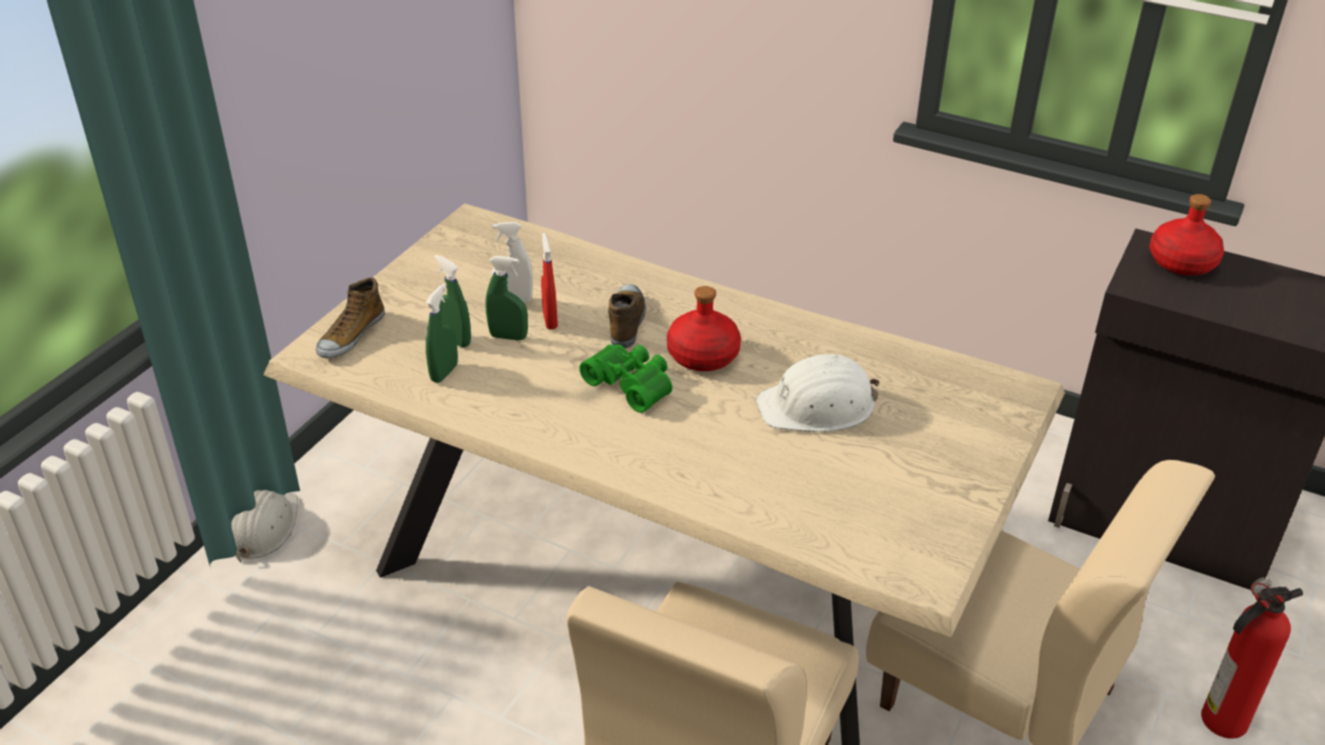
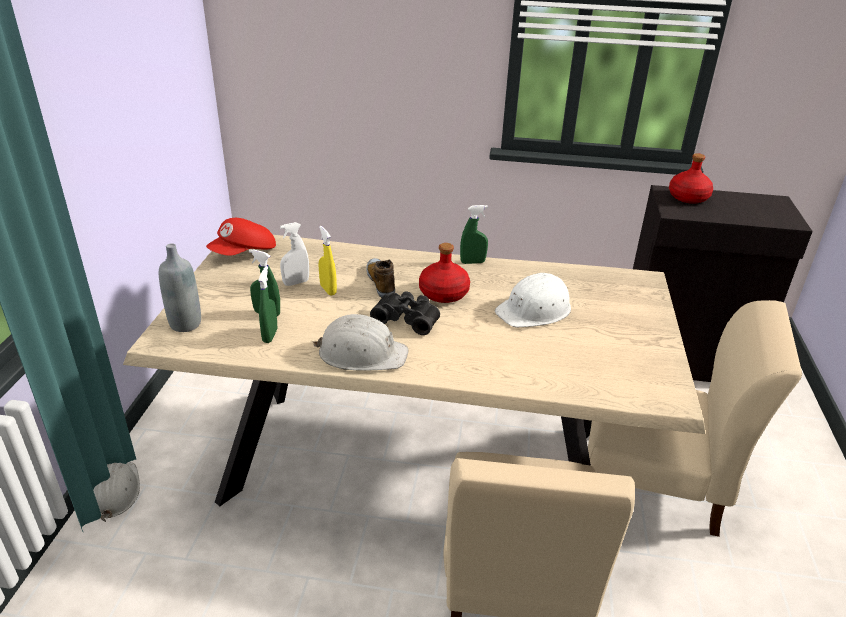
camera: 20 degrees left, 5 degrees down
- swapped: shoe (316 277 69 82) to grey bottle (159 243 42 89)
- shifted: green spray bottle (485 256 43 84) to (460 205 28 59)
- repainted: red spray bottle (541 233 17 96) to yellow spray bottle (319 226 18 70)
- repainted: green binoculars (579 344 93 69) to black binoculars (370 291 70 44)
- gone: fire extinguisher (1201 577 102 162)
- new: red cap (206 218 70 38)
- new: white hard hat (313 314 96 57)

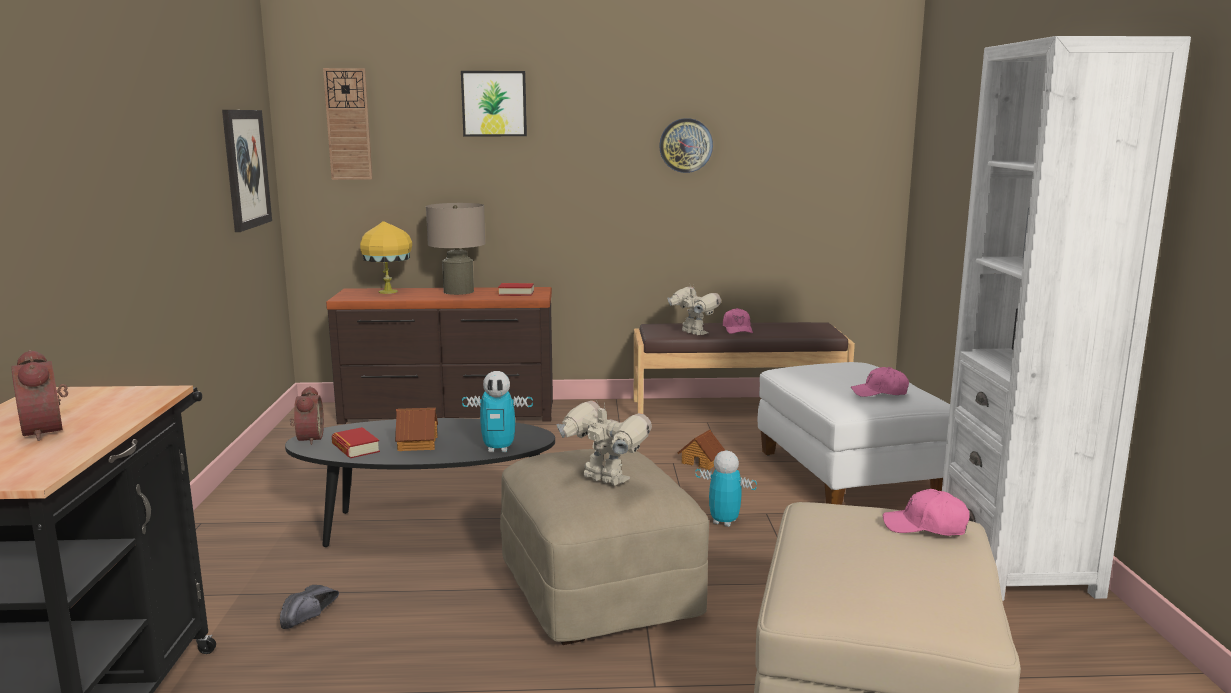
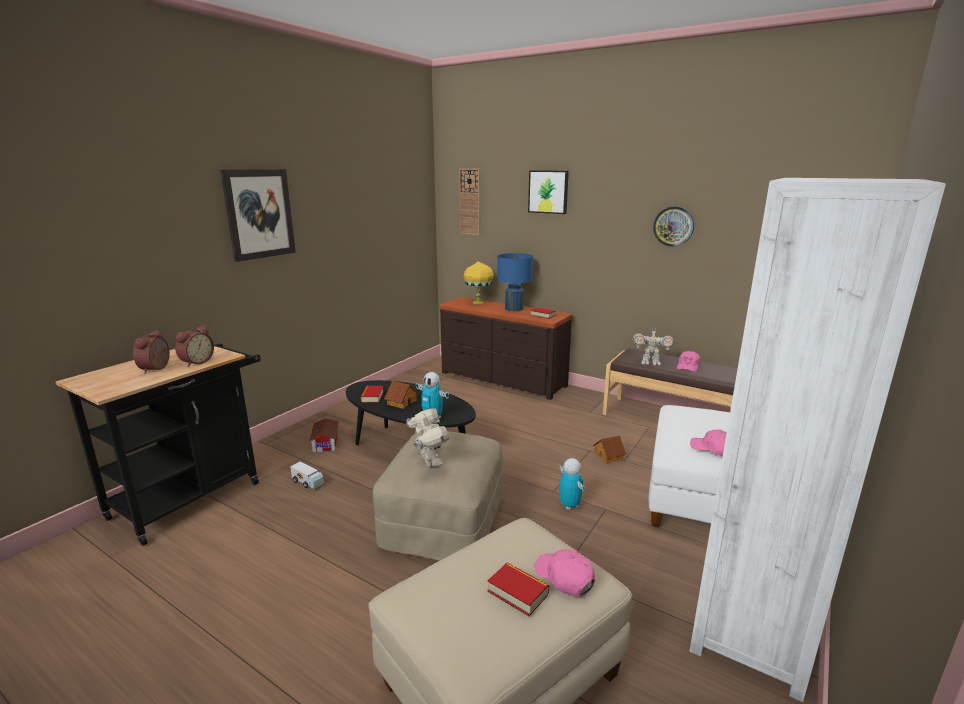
camera: 35 degrees right, 5 degrees up
- shifted: picture (222 110 50 122) to (220 169 76 93)
- swapped: black shoe (280 585 59 44) to toy truck (290 462 34 27)
- shifted: alarm clock (290 386 34 59) to (175 325 39 42)
- repainted: beige table lamp (426 203 60 92) to blue table lamp (497 253 36 58)
- rotated: toy robot (667 284 54 51) = (633 330 41 35) 105 degrees clockwise
- new: toy house (309 418 30 34)
- new: book (487 563 62 53)

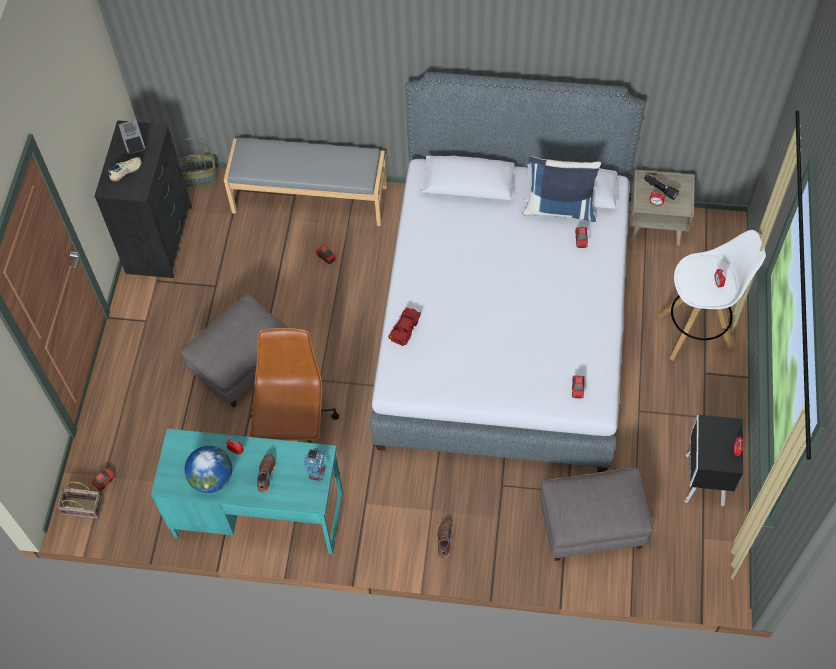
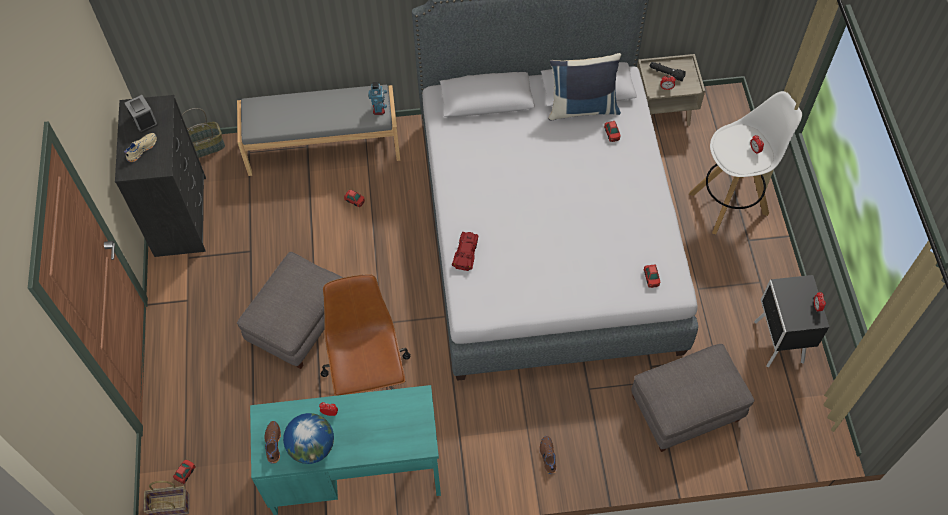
camera: 15 degrees left, 0 degrees up
- shifted: brown shoe (257 453 18 40) to (264 421 17 43)
- shifted: toy robot (304 448 25 33) to (368 82 19 33)

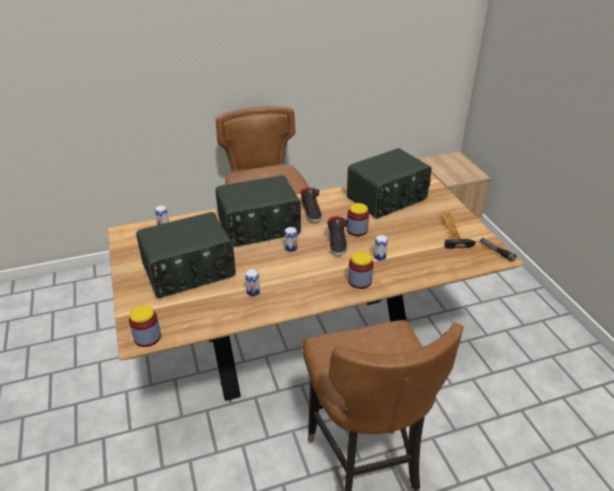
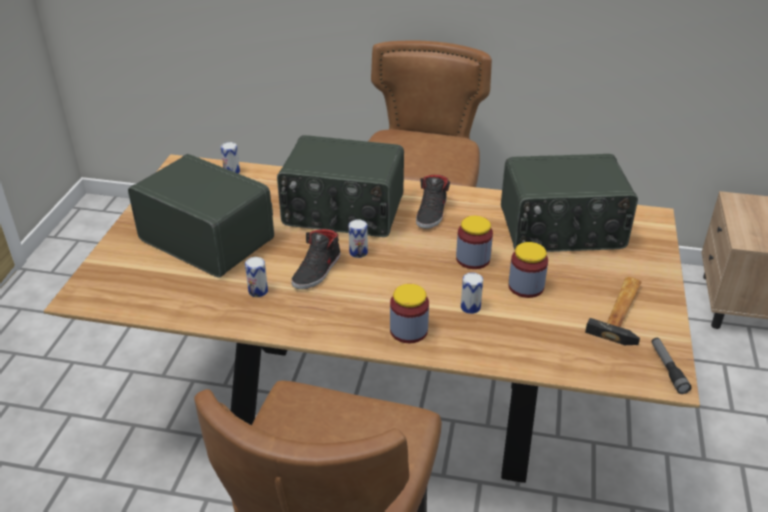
camera: 30 degrees right, 0 degrees up
- shifted: jar (129 305 32 42) to (508 242 40 56)
- rotated: radio (136 212 100 86) = (128 154 146 124) 150 degrees counterclockwise
- shifted: black shoe (327 216 21 40) to (291 229 50 60)

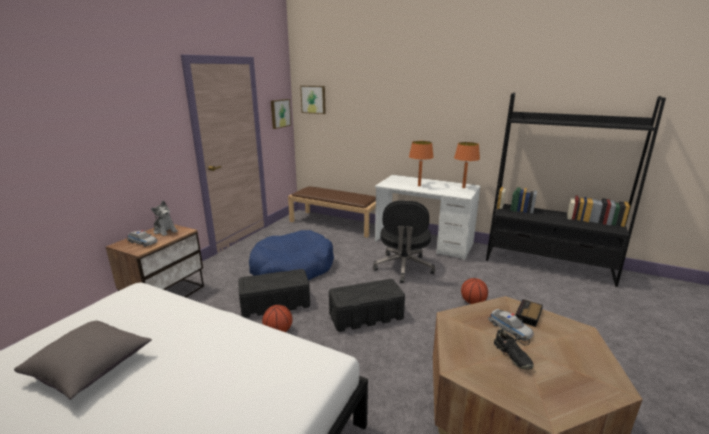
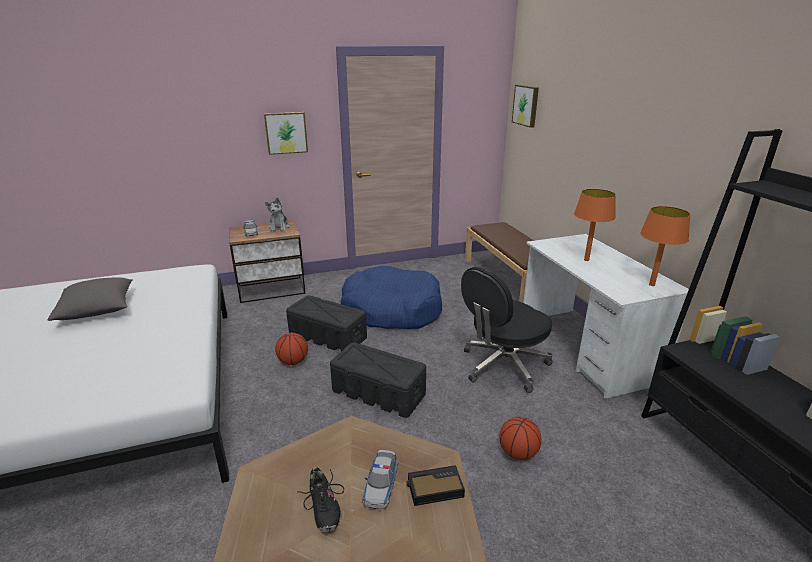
camera: 45 degrees right, 5 degrees up
- shifted: picture (271 99 20 30) to (264 112 44 43)
- rotated: black shoe (494 328 40 42) = (297 467 47 66) 45 degrees counterclockwise

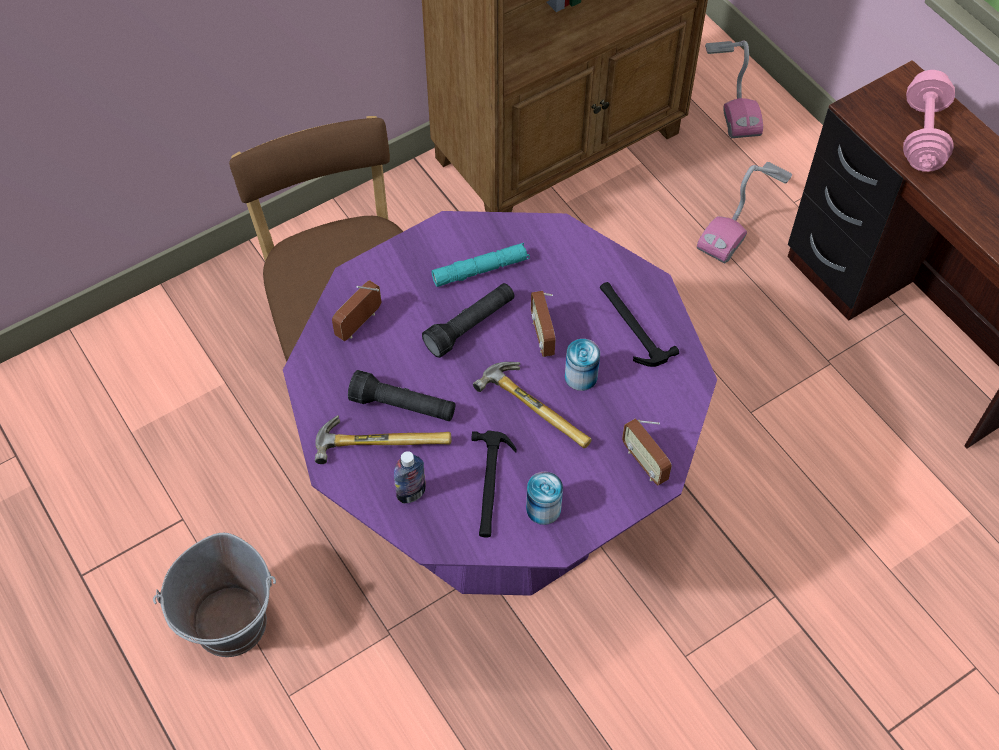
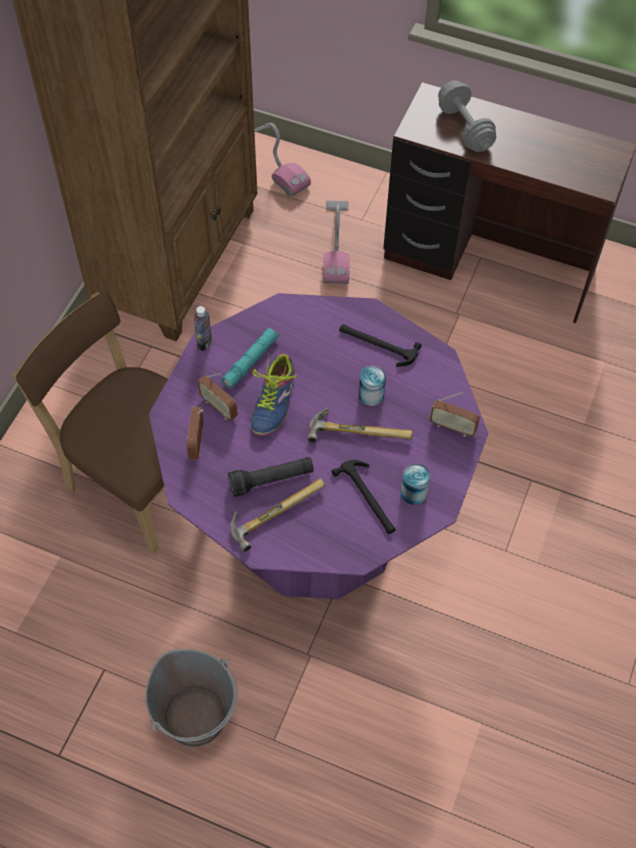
camera: 35 degrees left, 0 degrees up
- shifted: bottle (394 451 32 52) to (194 306 18 45)
- swapped: black flashlight (422 283 92 75) to shoe (251 353 45 83)
- shifted: radio (531 291 25 66) to (198 373 40 48)
- repainted: pink dumbbell (903 70 52 102) to grey dumbbell (438 80 58 72)

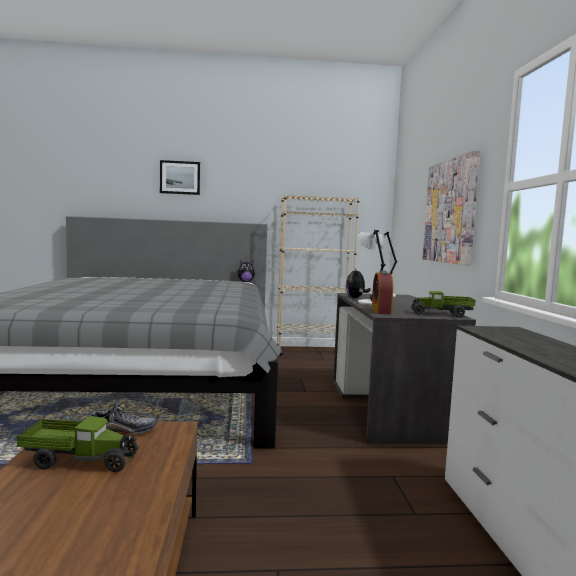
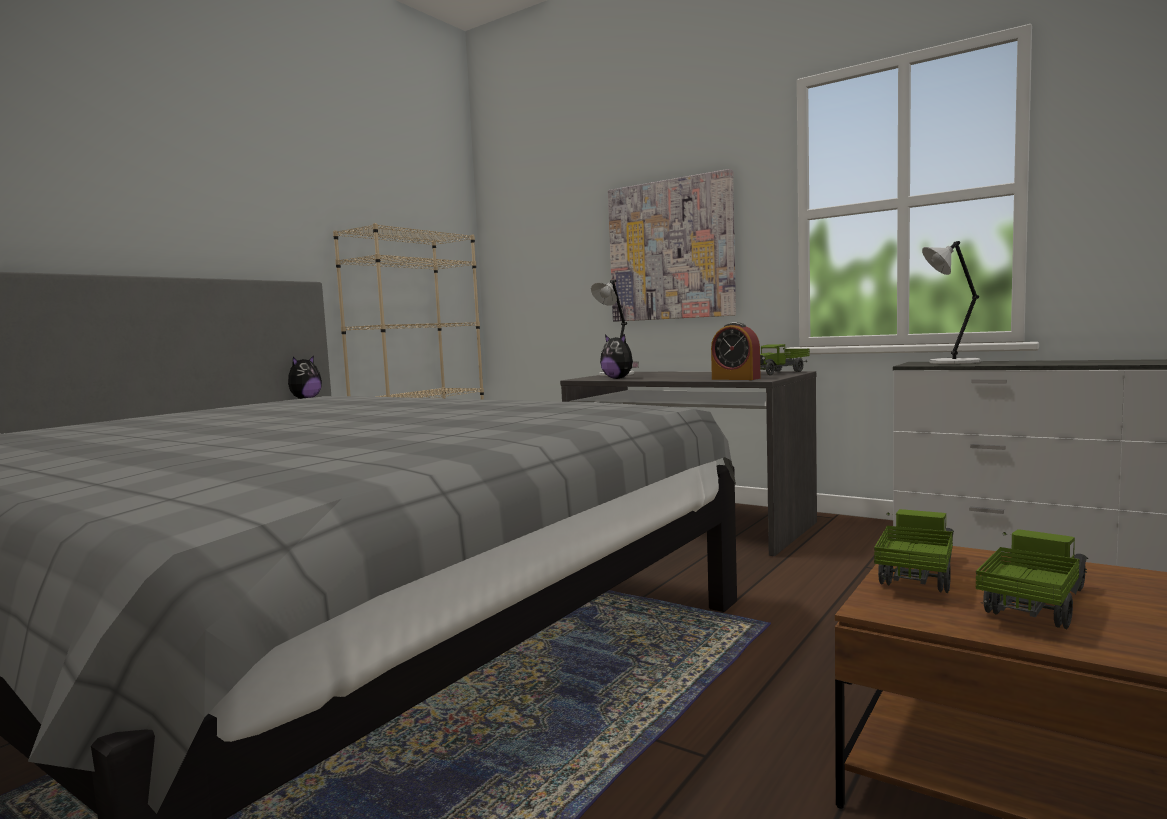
camera: 50 degrees left, 0 degrees up
- swapped: shoe (91 400 66 34) to toy truck (874 509 80 84)
- gone: picture (160 160 40 35)
- shifted: grey table lamp (358 230 28 75) to (922 241 59 123)

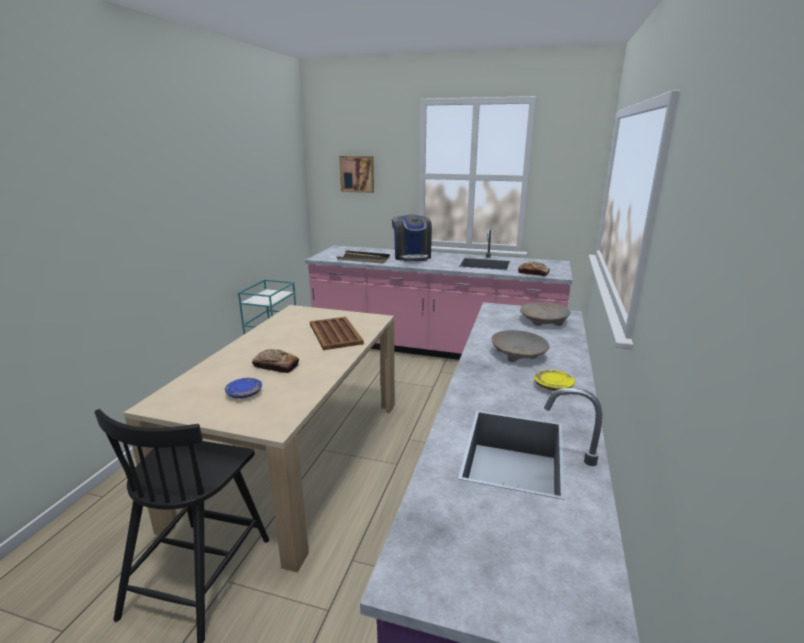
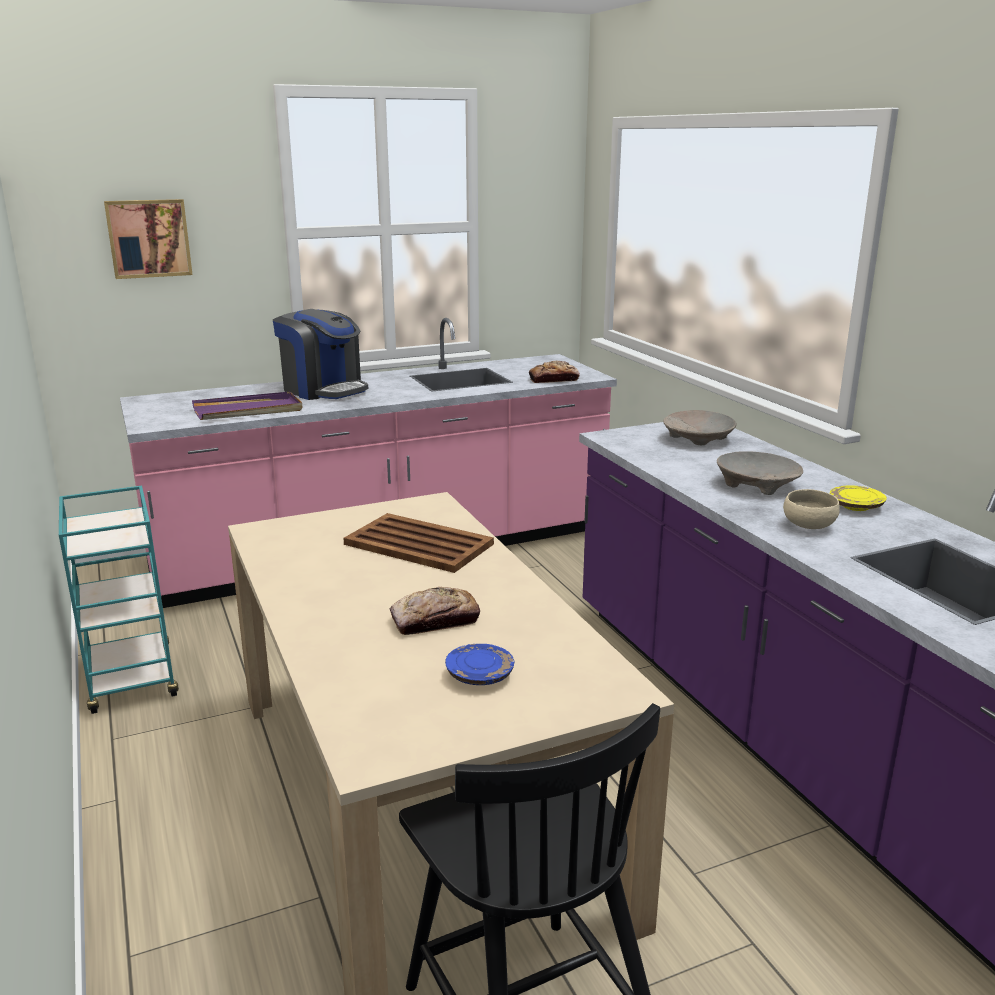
camera: 40 degrees left, 0 degrees up
- repainted: black tray (337 251 53 13) to purple tray (192 392 111 28)
- new: beige bowl (783 489 57 40)

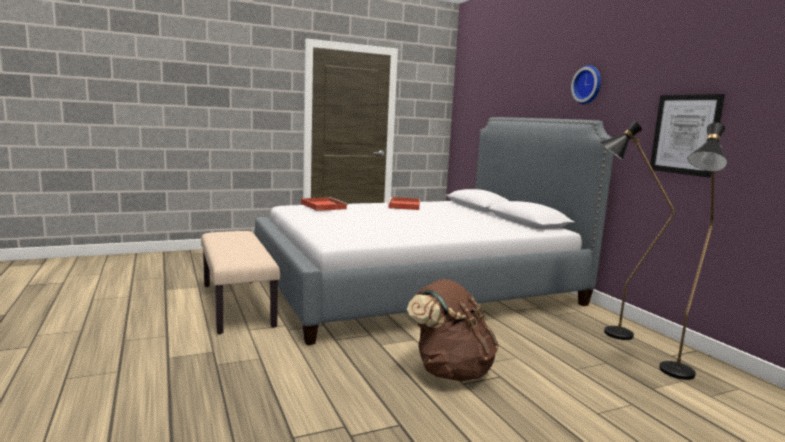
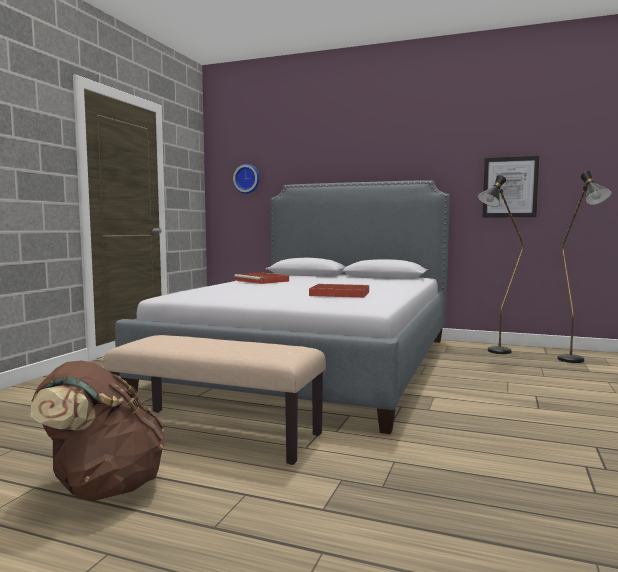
camera: 45 degrees left, 5 degrees down
- shifted: red tray (301 197 47 14) to (309 284 60 14)
- shifted: brown backpack (407 279 92 102) to (30 360 135 141)
- shifted: wall clock (571 65 30 39) to (233 164 27 30)

